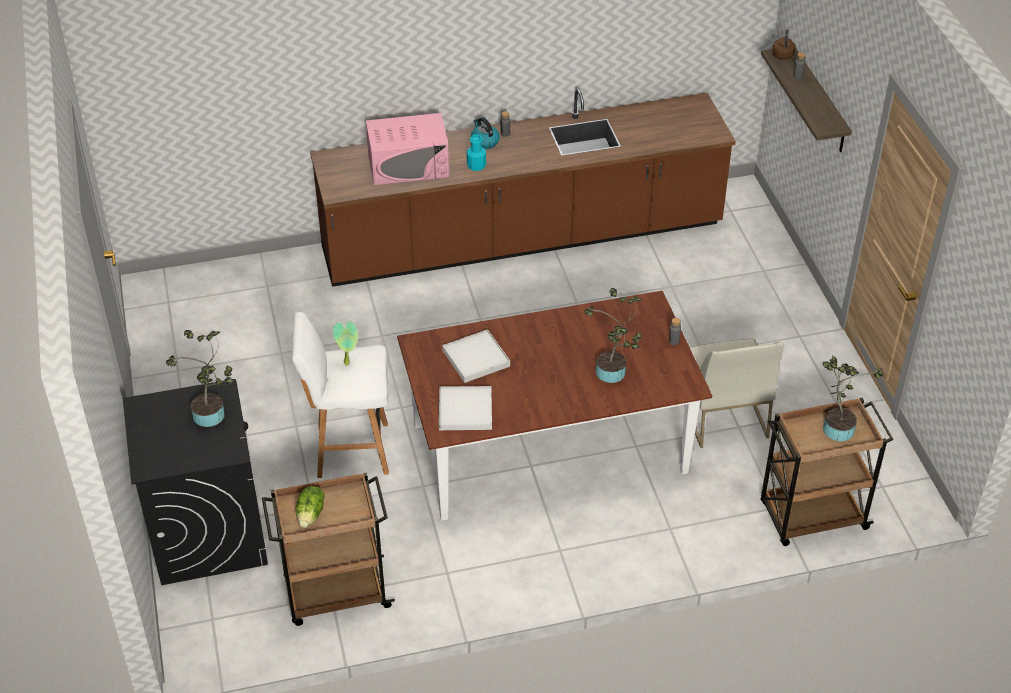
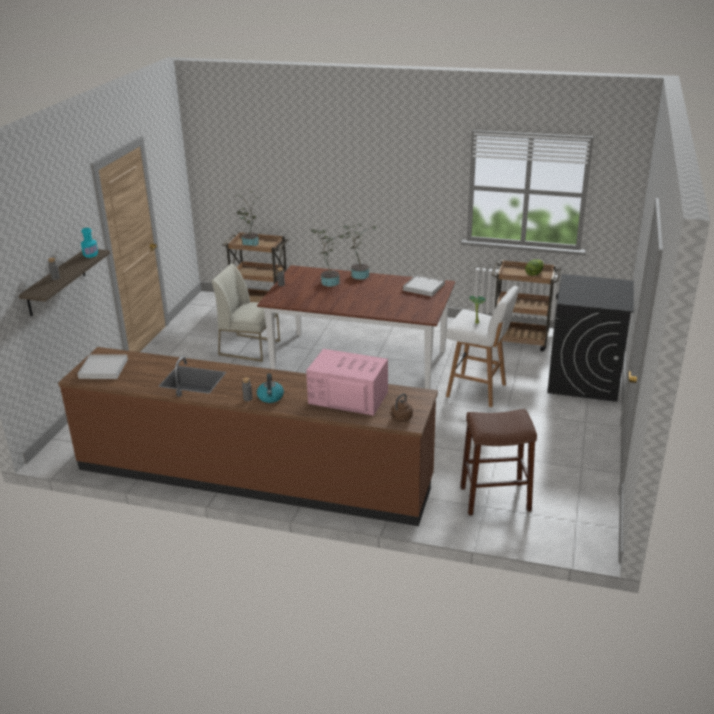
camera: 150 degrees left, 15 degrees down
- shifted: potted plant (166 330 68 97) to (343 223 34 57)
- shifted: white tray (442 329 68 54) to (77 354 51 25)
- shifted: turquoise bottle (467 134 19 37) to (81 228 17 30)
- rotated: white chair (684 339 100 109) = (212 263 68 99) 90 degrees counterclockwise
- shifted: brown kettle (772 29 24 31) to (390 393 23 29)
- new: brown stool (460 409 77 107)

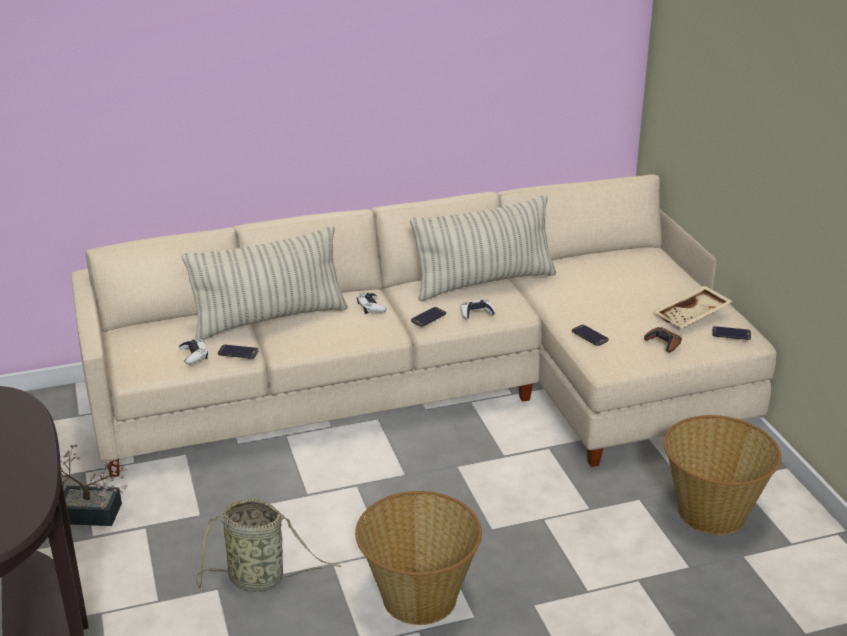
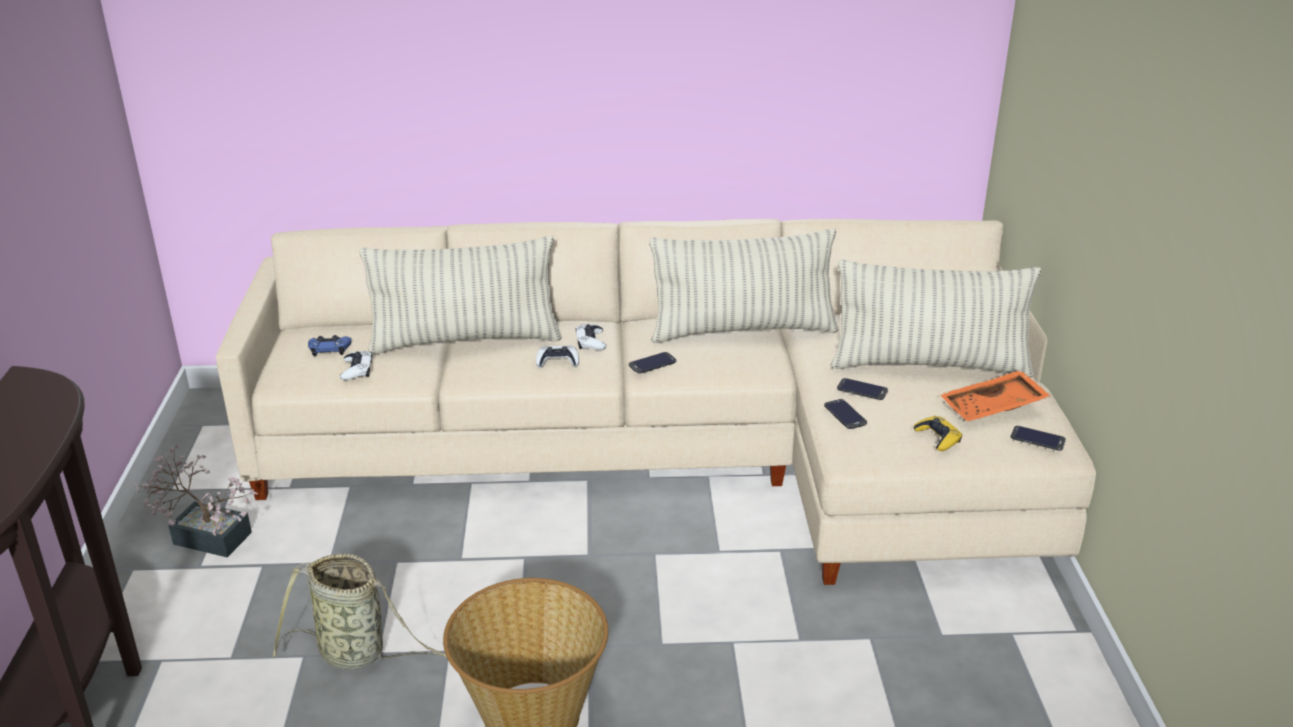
camera: 15 degrees right, 0 degrees up
- shifted: phone (218 345 41 14) to (837 378 51 22)
- shifted: white game controller (461 299 35 21) to (536 345 43 23)
- repainted: brown game controller (644 327 38 25) to yellow game controller (914 416 48 35)
- repainted: beige tray (653 285 81 43) to orange tray (940 370 111 52)
- gone: basket (664 415 117 120)
- new: blue game controller (308 335 44 21)
- new: pillow (830 259 212 119)

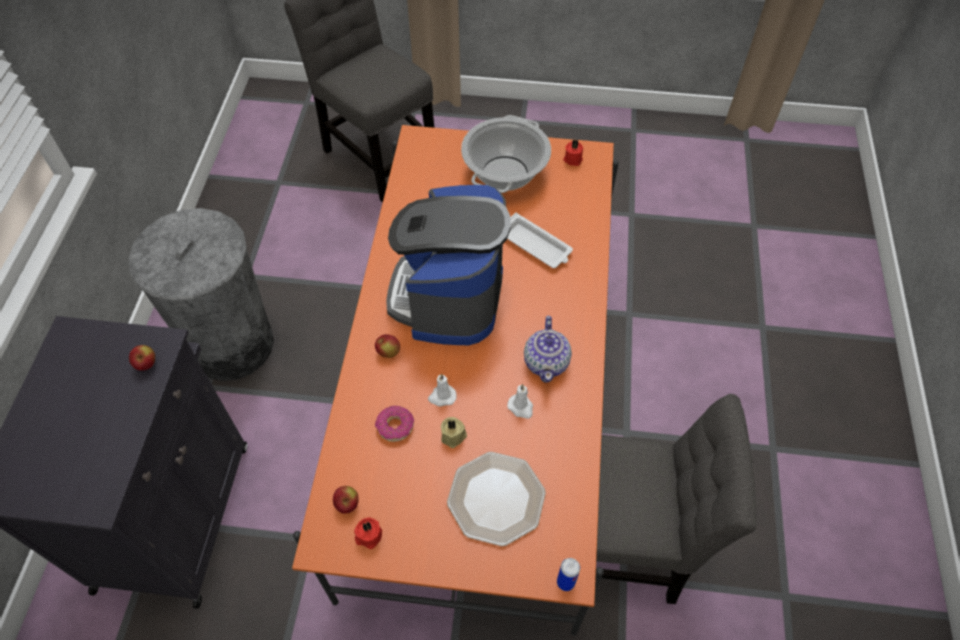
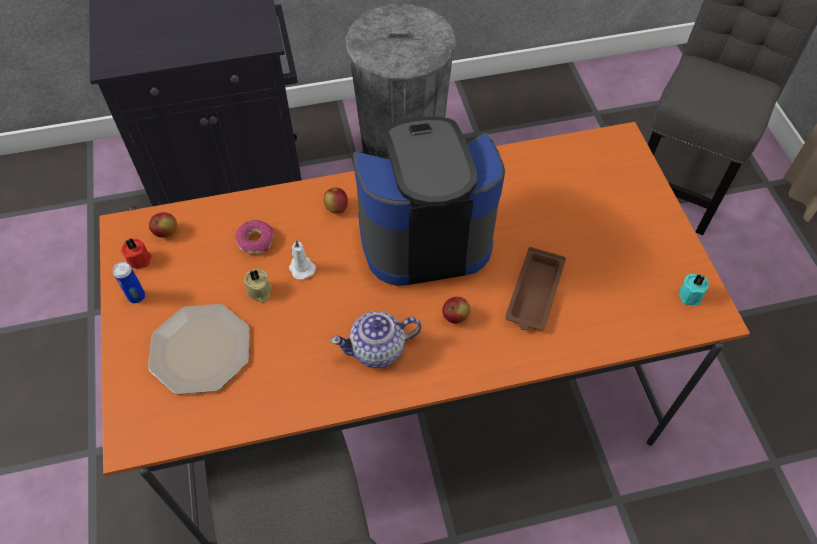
camera: 70 degrees right, 0 degrees up
- shifted: apple (129 345 26 26) to (442 297 28 27)
- gone: cooking pot (461 115 90 78)
- repainted: white tray (507 213 66 55) to brown tray (505 247 61 83)
- gone: white candle (507 384 26 35)
- shifted: can (557 558 23 33) to (113 262 32 41)
- repainted: red candle (563 140 20 26) to turquoise candle (679 274 30 32)

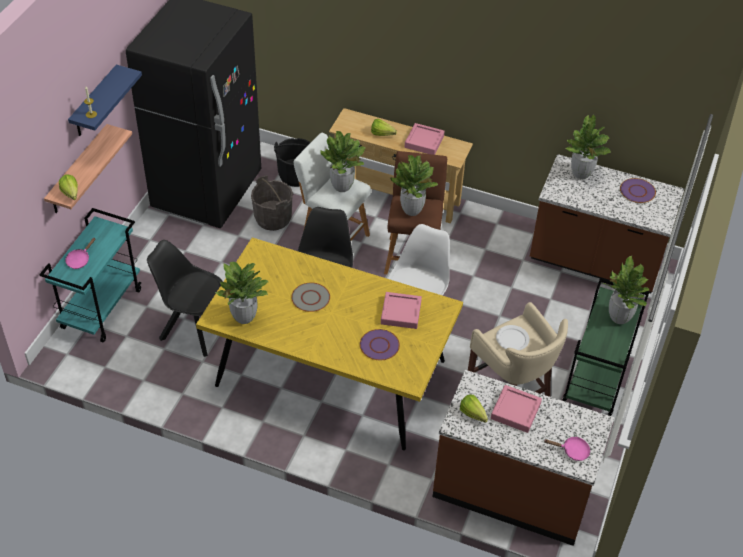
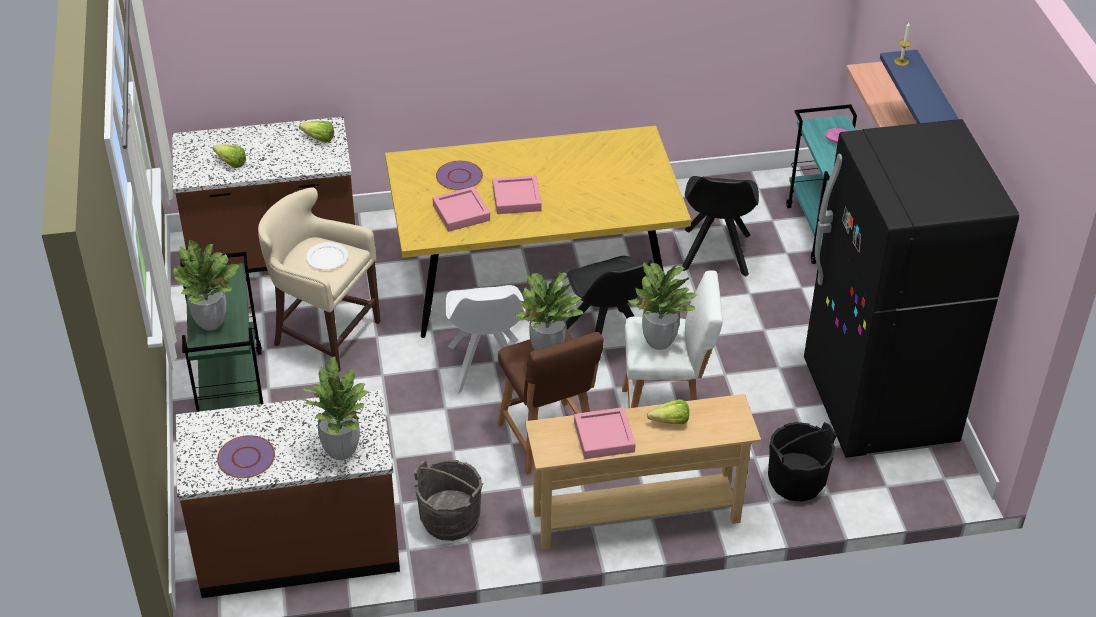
camera: 150 degrees right, 5 degrees down
- shifted: lettuce (59 174 19 26) to (213 145 33 23)
- rotated: black chair (147 240 76 117) = (682 176 77 101) 105 degrees clockwise
- gone: potted plant (215 262 53 62)
- shifted: grey bucket (251 175 42 56) to (414 459 69 82)
- gone: grey plate (291 283 39 29)
- shifted: pink tray (491 385 51 48) to (493 175 49 39)
- gone: pink frying pan (544 437 46 24)

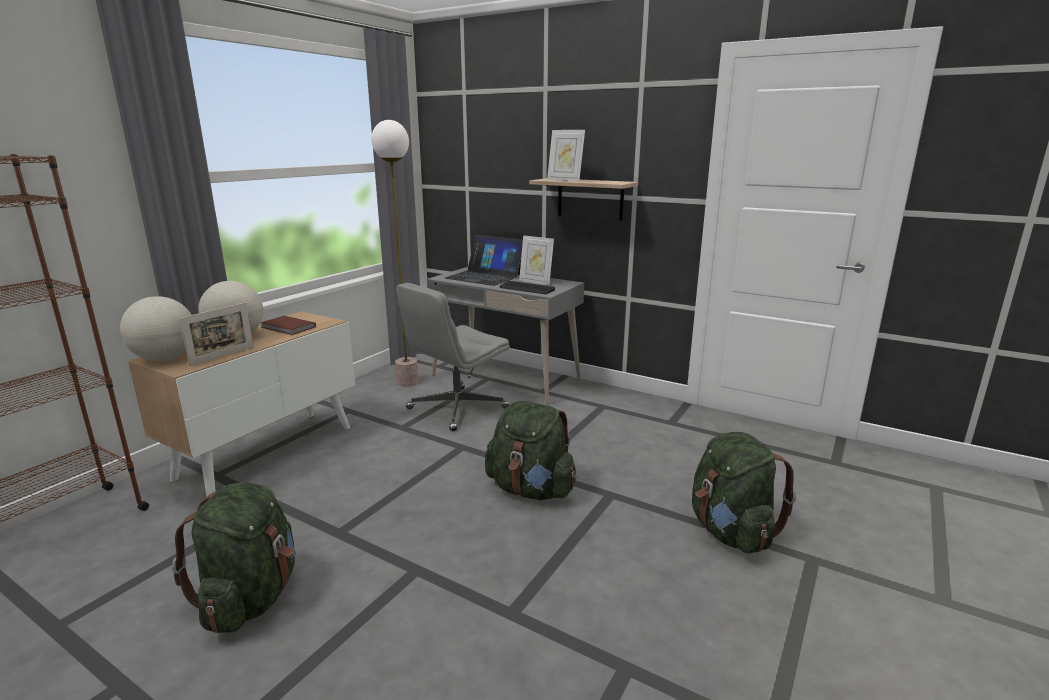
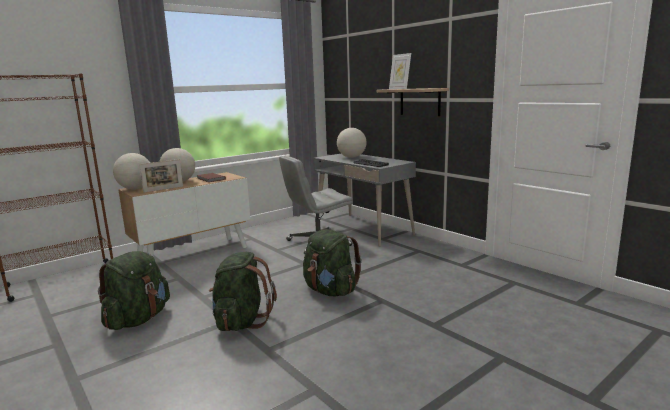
camera: 20 degrees right, 5 degrees down
- gone: floor lamp (371 120 47 266)
- swapped: laptop (445 235 78 51) to globe (337 128 29 30)
- gone: picture frame (519 235 35 50)
- shifted: green backpack (692 432 104 122) to (209 252 68 79)

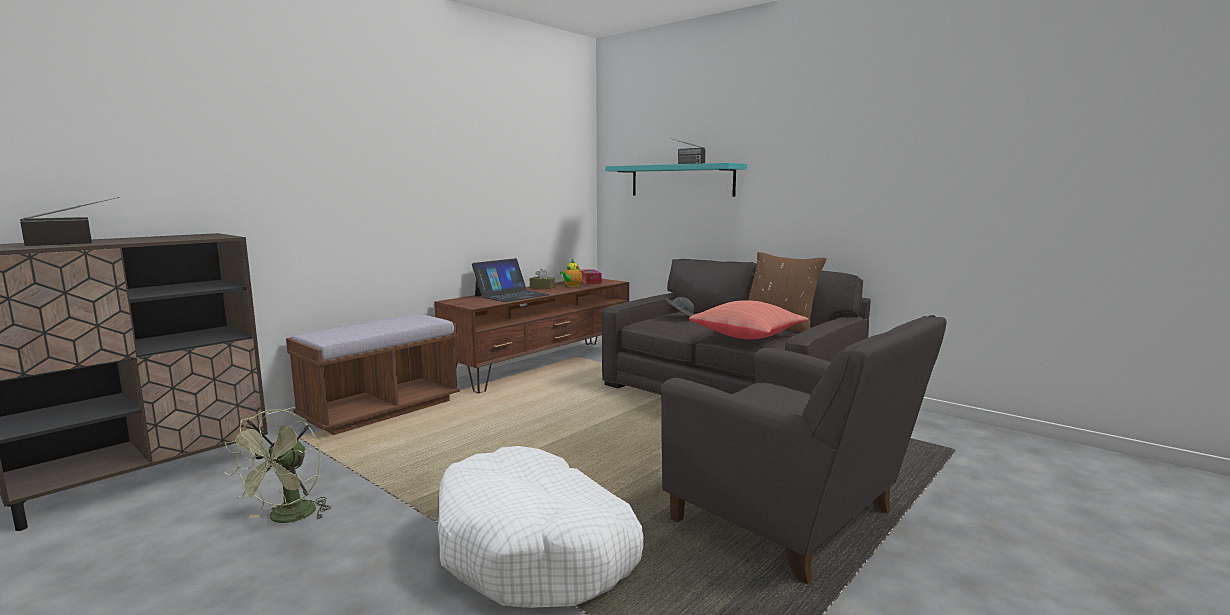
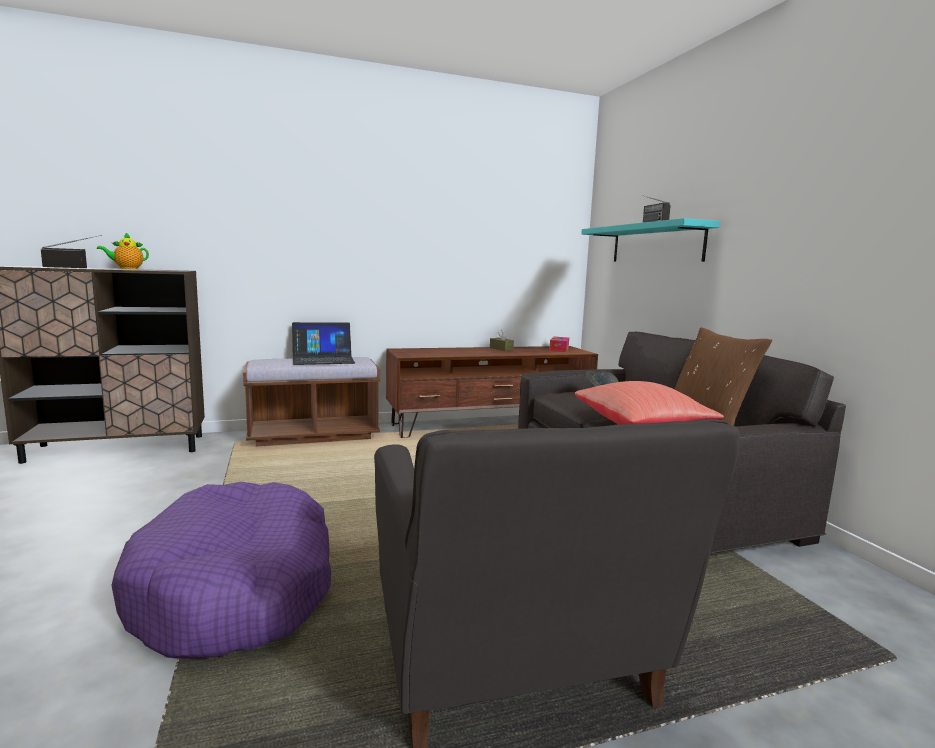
camera: 30 degrees right, 0 degrees up
- gone: green fan (224 409 107 114)
- repainted: white dog bed (438 446 205 162) to purple dog bed (111 482 220 177)
- shifted: laptop (472 258 78 44) to (292 322 63 43)
- shifted: teapot (560 259 23 28) to (97 232 52 37)

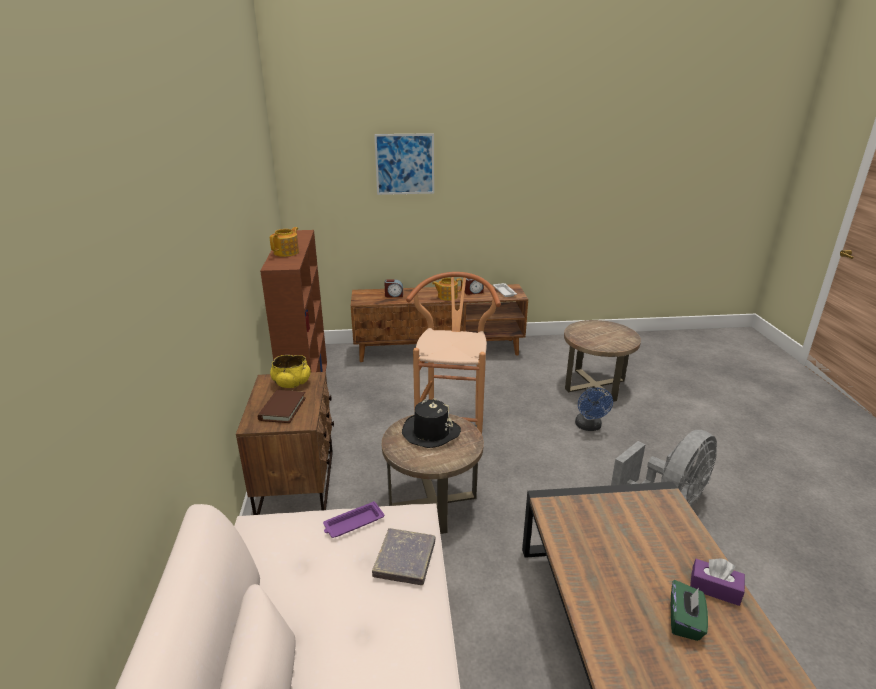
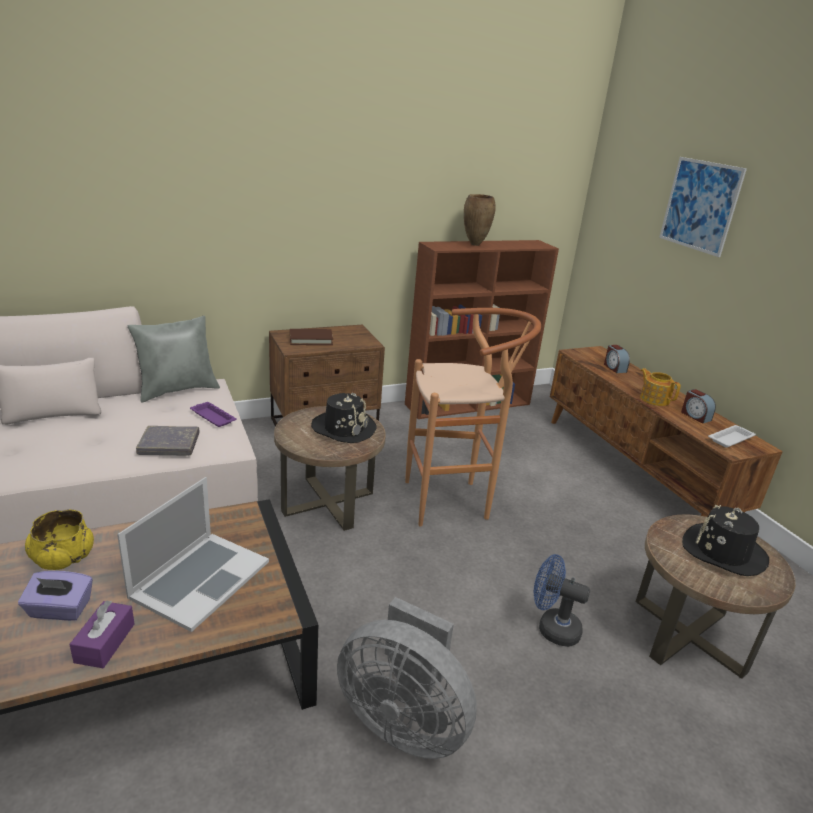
camera: 70 degrees right, 0 degrees up
- swapped: teapot (270 227 29 30) to brown vase (464 194 32 52)
- shifted: yellow bowl (270 355 41 33) to (25 509 69 61)
- rotated: blue fan (575 387 38 44) = (533 554 57 93) 45 degrees clockwise
- repainted: green tissue box (671 580 37 61) to purple tissue box (18 571 75 50)
- new: laptop (117 477 152 155)
- new: grey pillow (128 315 92 88)
- new: black hat (682 505 87 71)

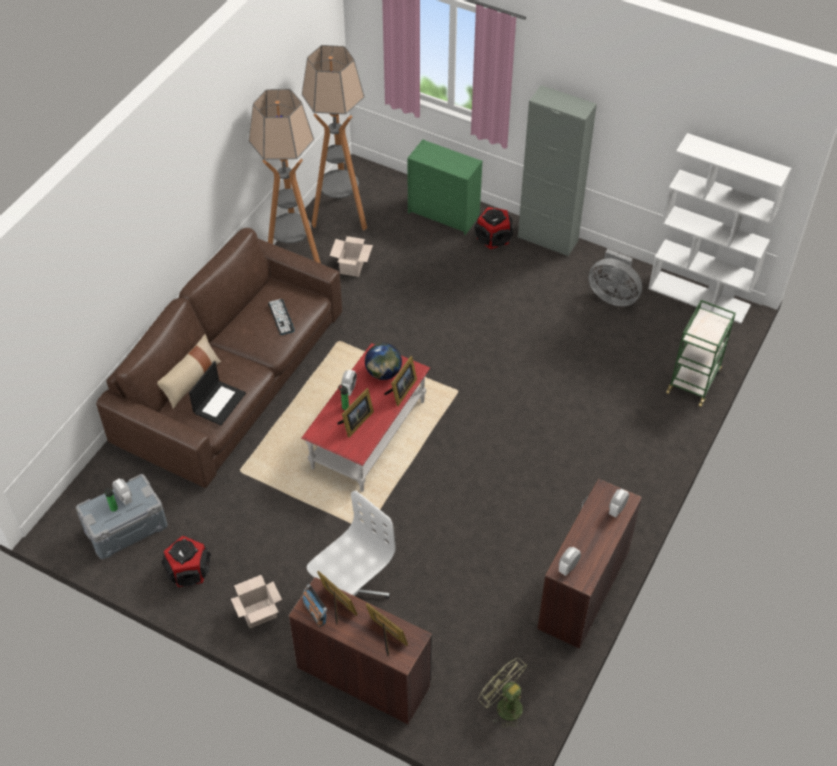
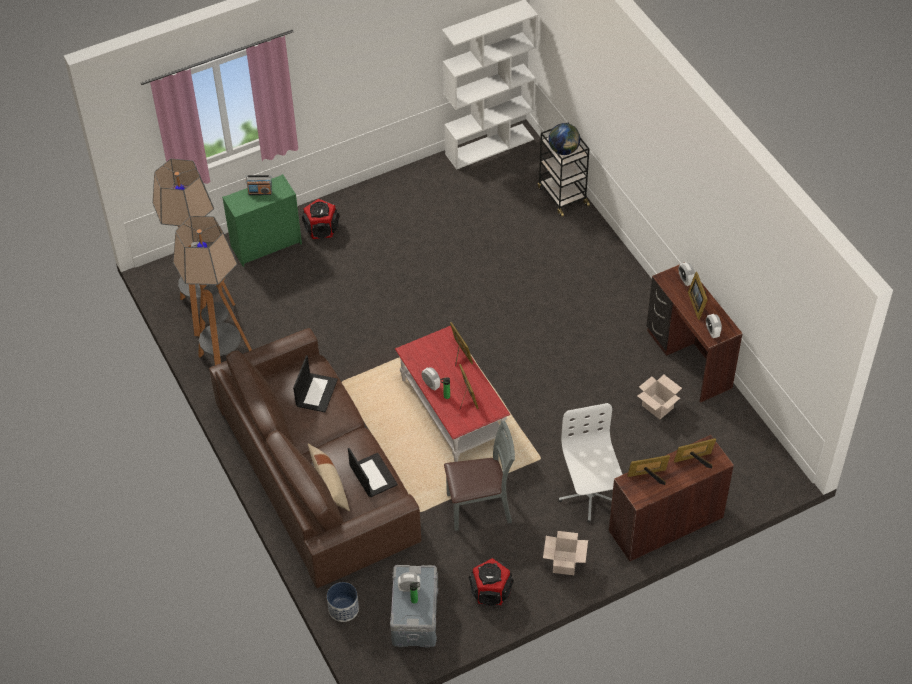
camera: 55 degrees left, 0 degrees up
- swapped: keyboard (268 299 27 36) to laptop (293 355 45 57)
- shifted: radio (302 584 25 43) to (246 175 26 20)
- shifted: cardboard box (330 236 43 41) to (638 375 44 44)
- shifted: globe (365 343 37 37) to (549 123 31 32)
- gone: green fan (479 658 48 70)
- gone: grey cabinet (518 85 79 171)
- gone: grey fan (588 249 54 57)
- repainted: green cart (666 300 70 107) to black cart (538 123 52 94)
- new: planter (327 582 32 40)
- new: grey chair (444 421 71 110)
- new: picture frame (688 272 20 48)

